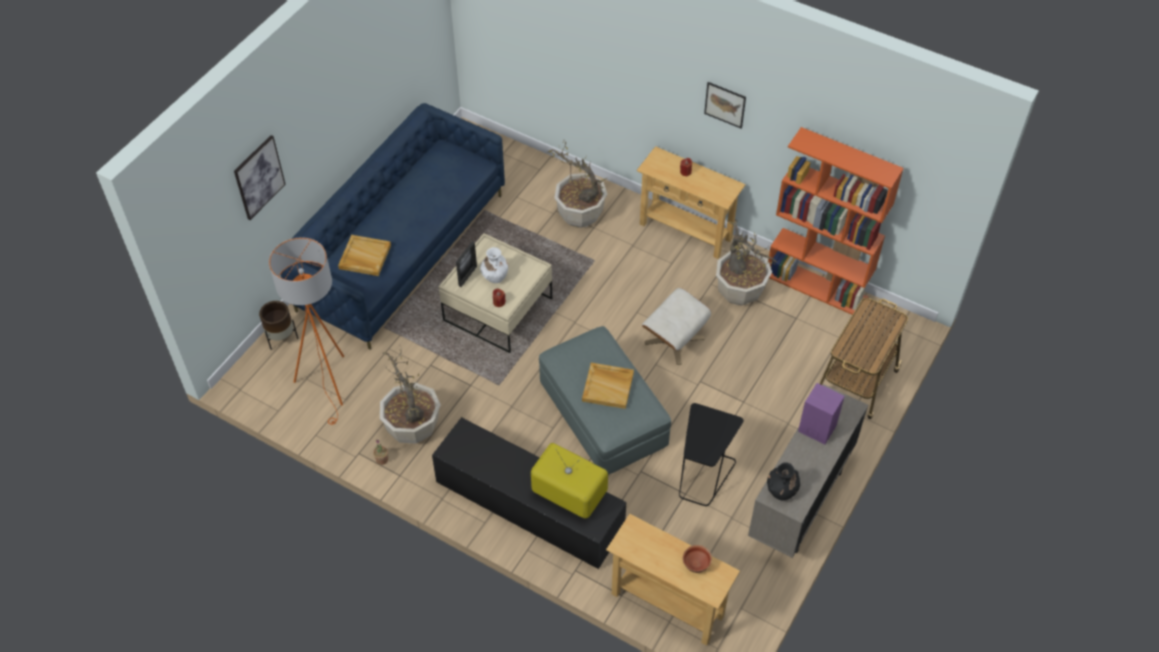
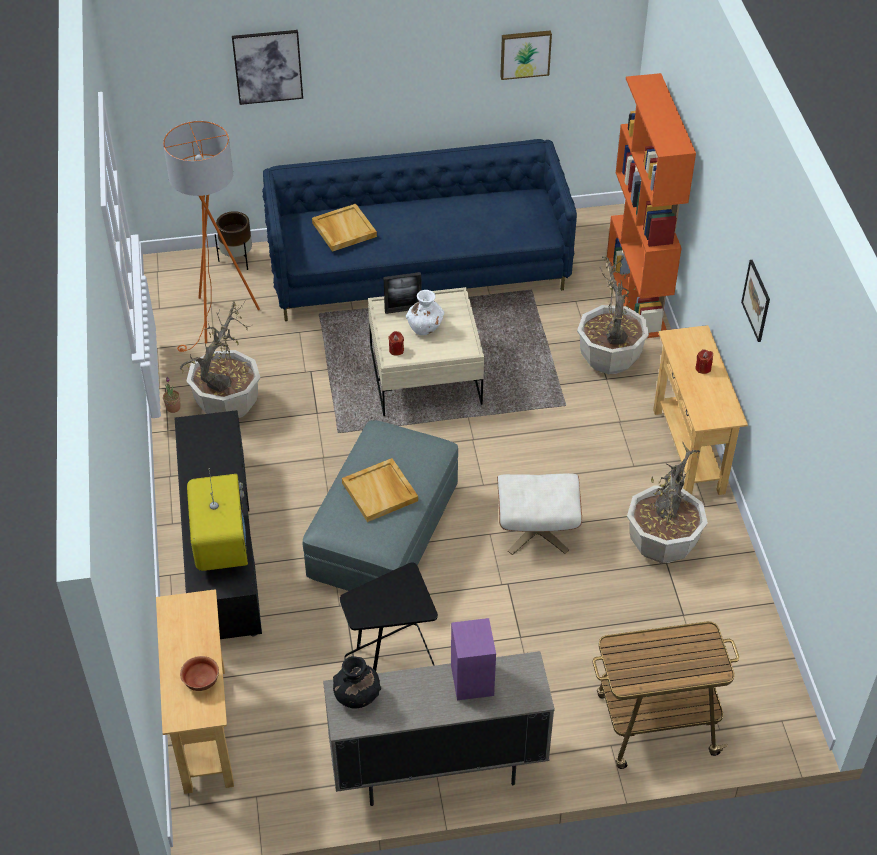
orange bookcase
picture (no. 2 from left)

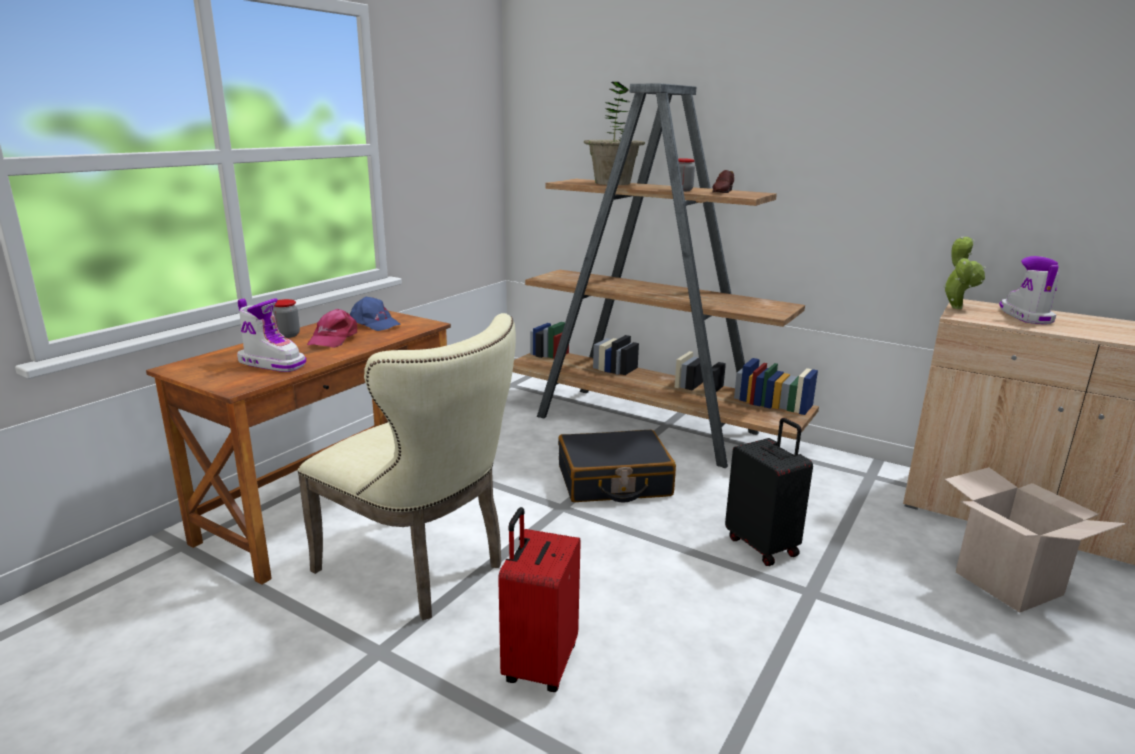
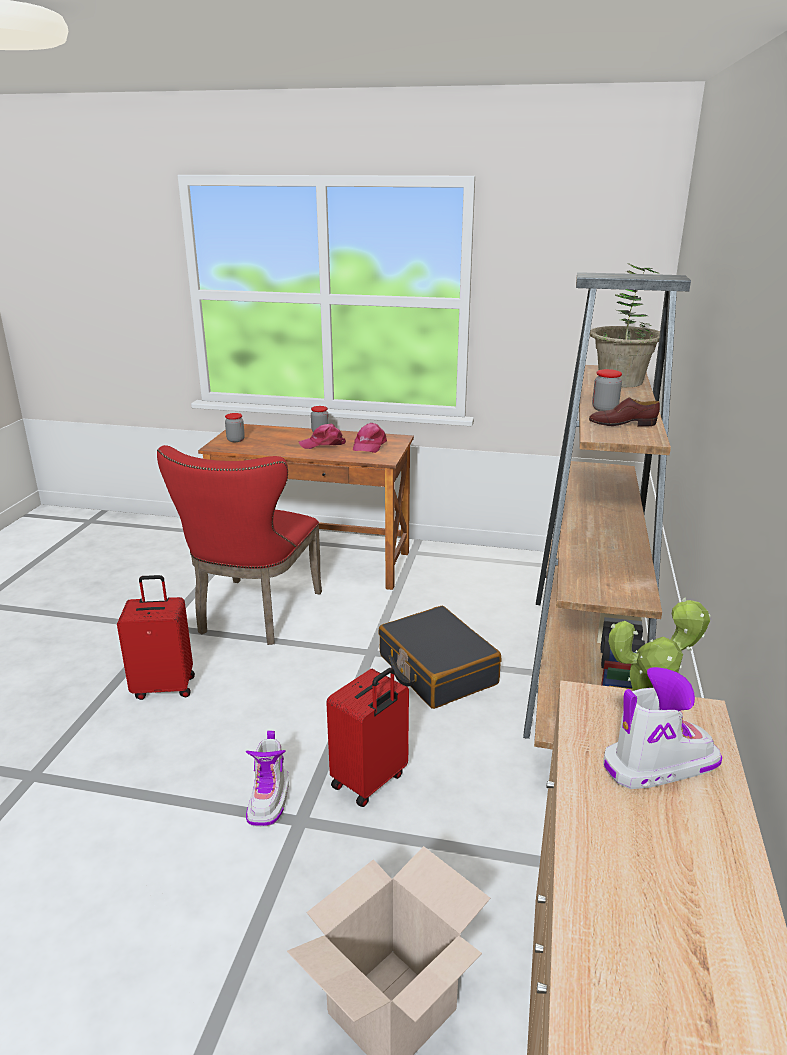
pink cap (no. 2 from left)
boot (no. 1 from left)
red chair
red suitcase (no. 2 from left)
jar (no. 1 from left)

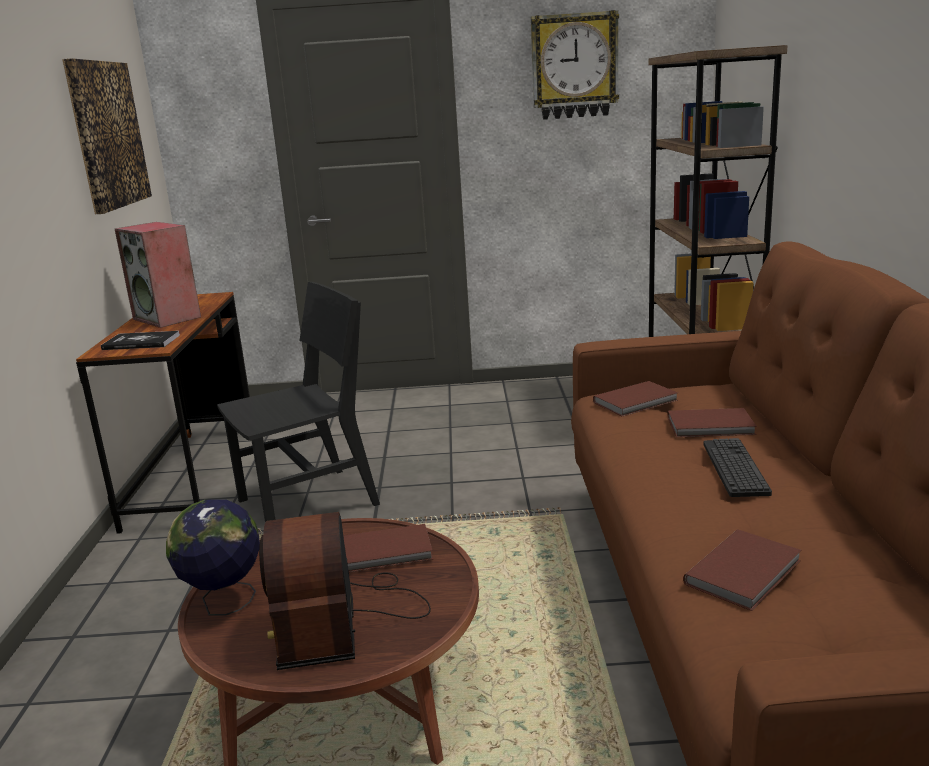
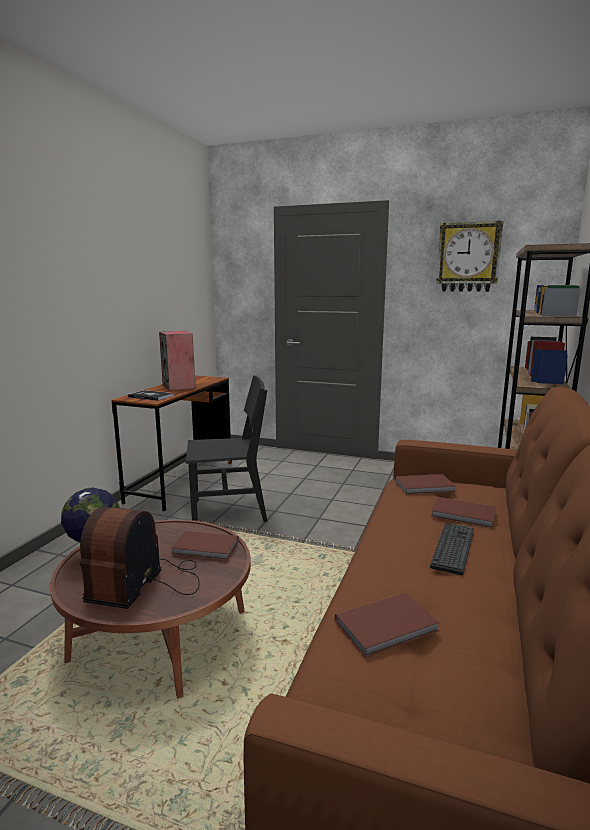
picture

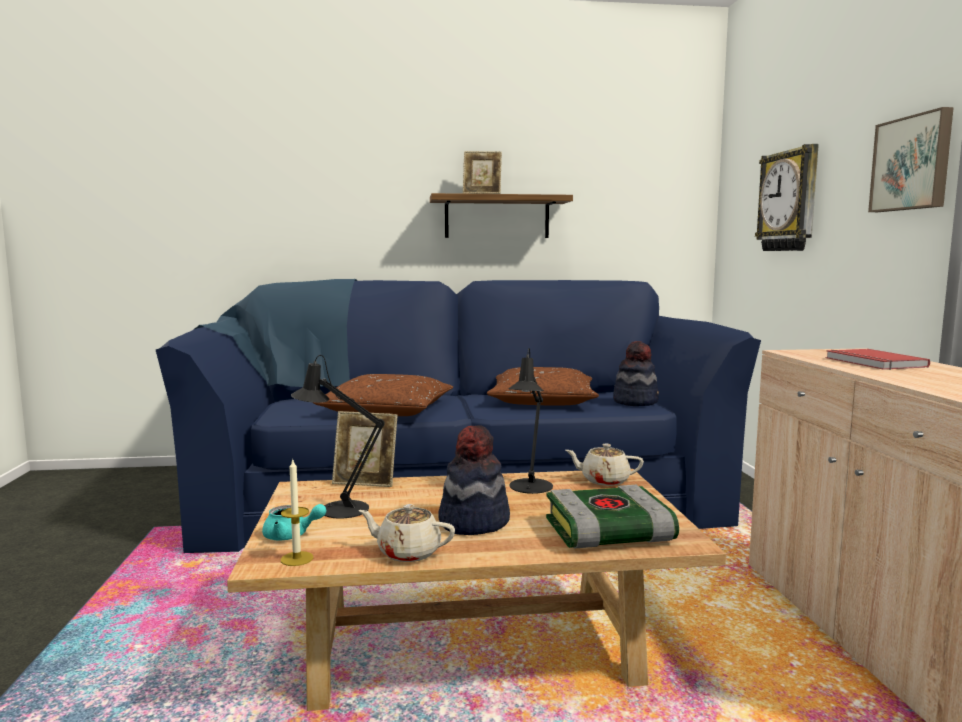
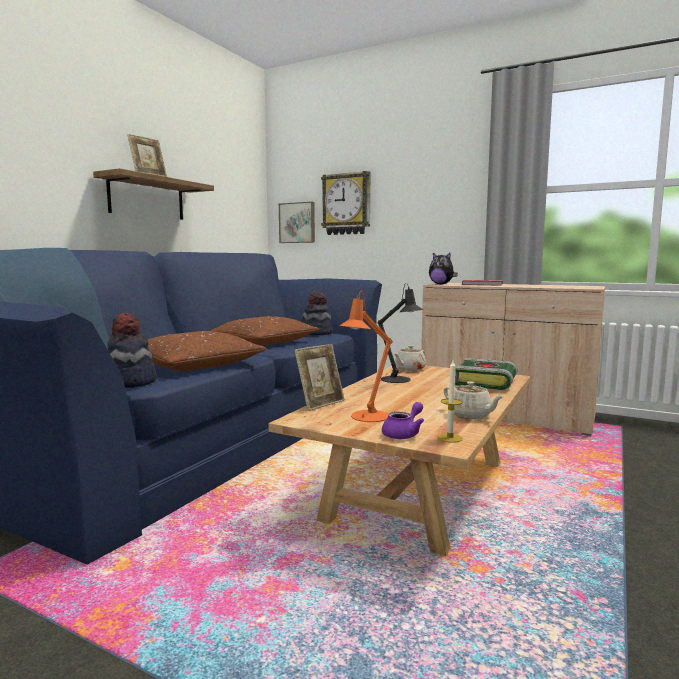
picture
orange table lamp
hat (no. 1 from left)
purple teapot
beige teapot (no. 2 from left)
plush toy

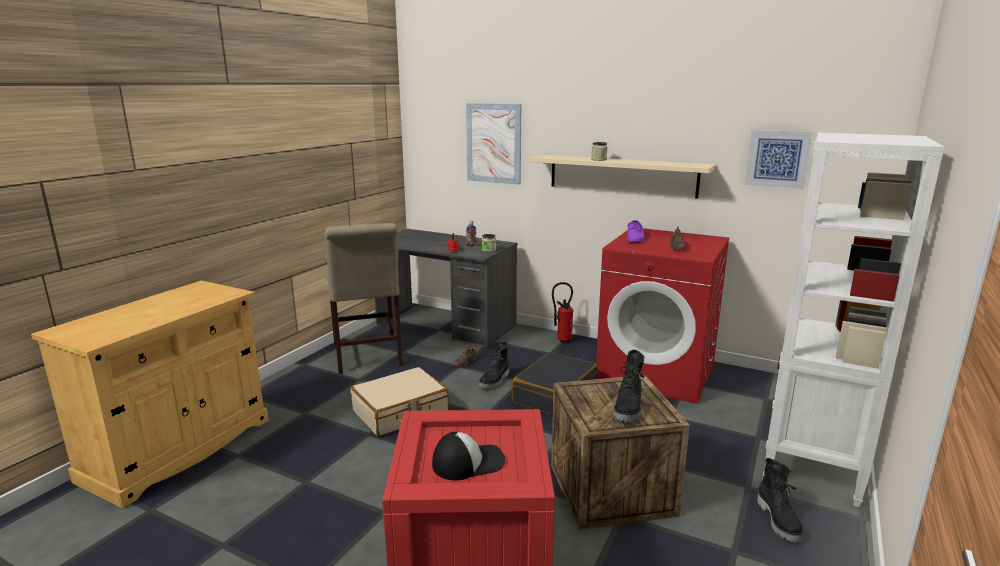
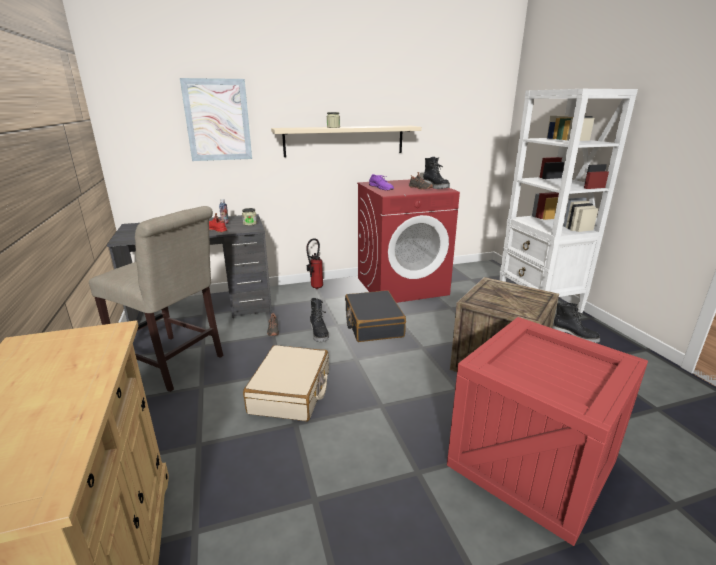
picture (no. 2 from left in the first image)
black boot (no. 2 from left)
cap

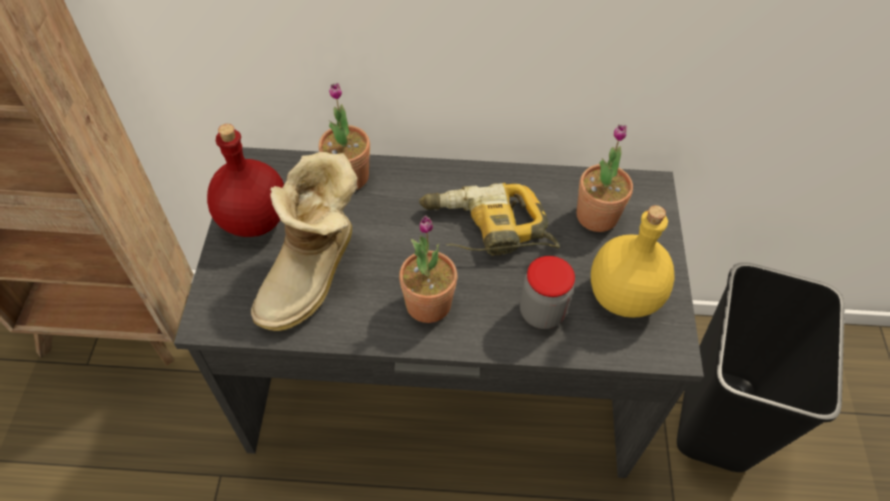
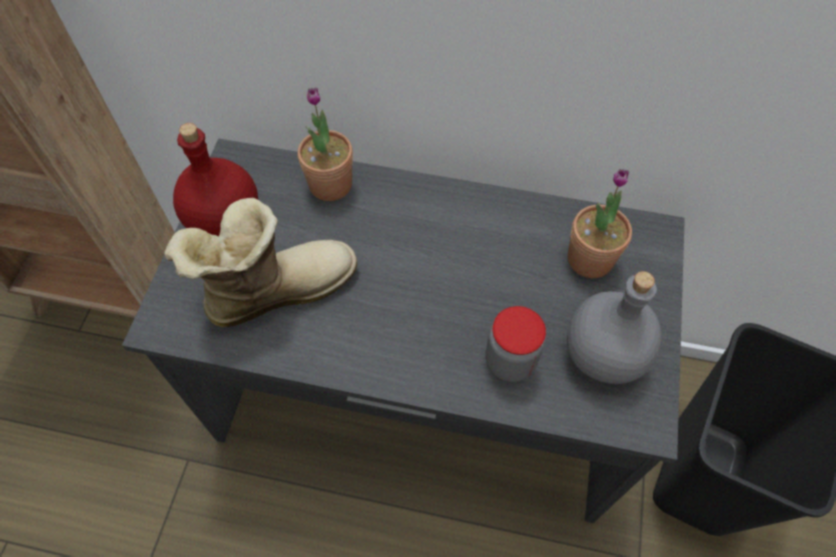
boot
power drill
grey bottle
potted plant (no. 2 from left in the first image)

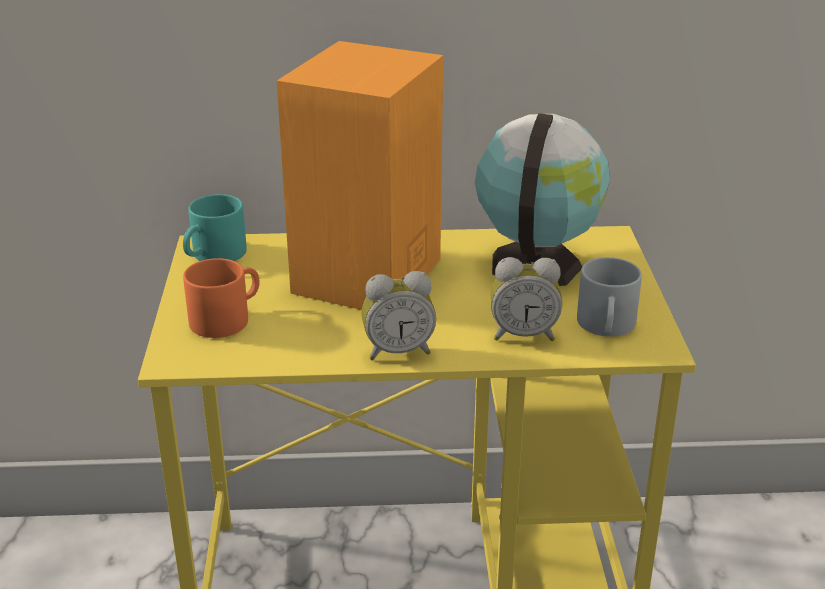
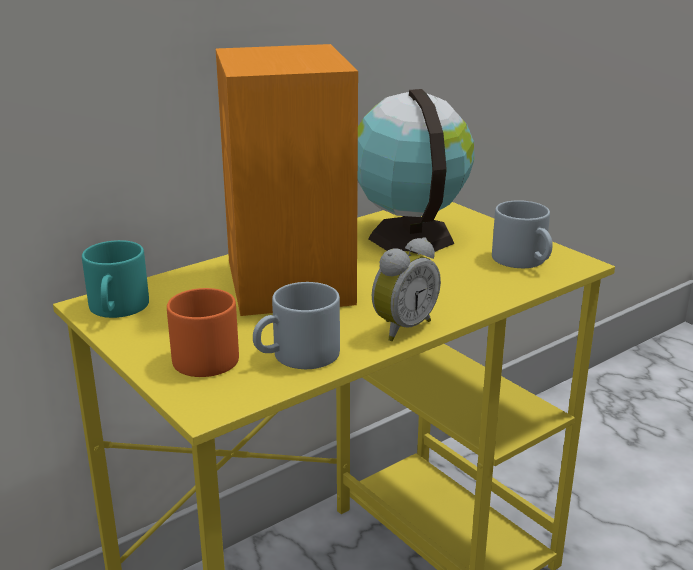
alarm clock (no. 2 from left in the first image)
grey mug (no. 1 from left)

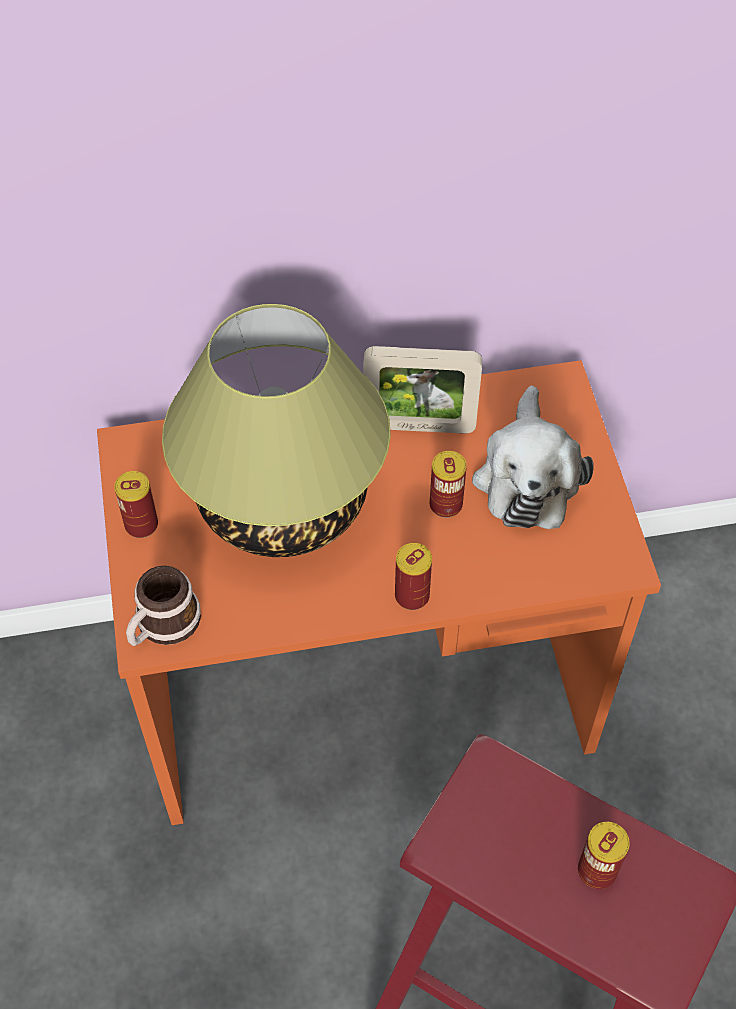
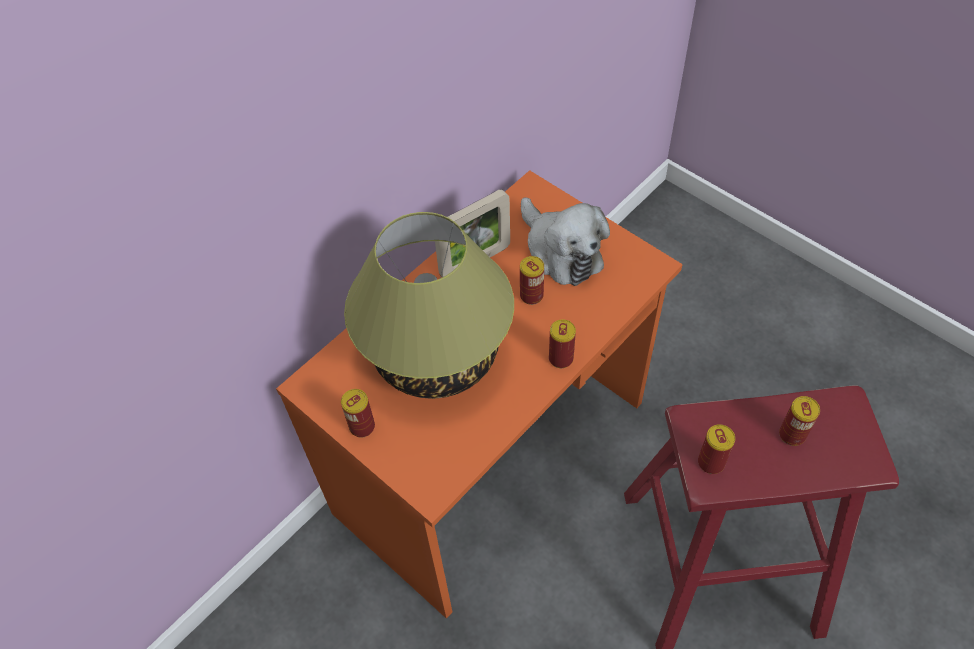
mug
can (no. 4 from left)

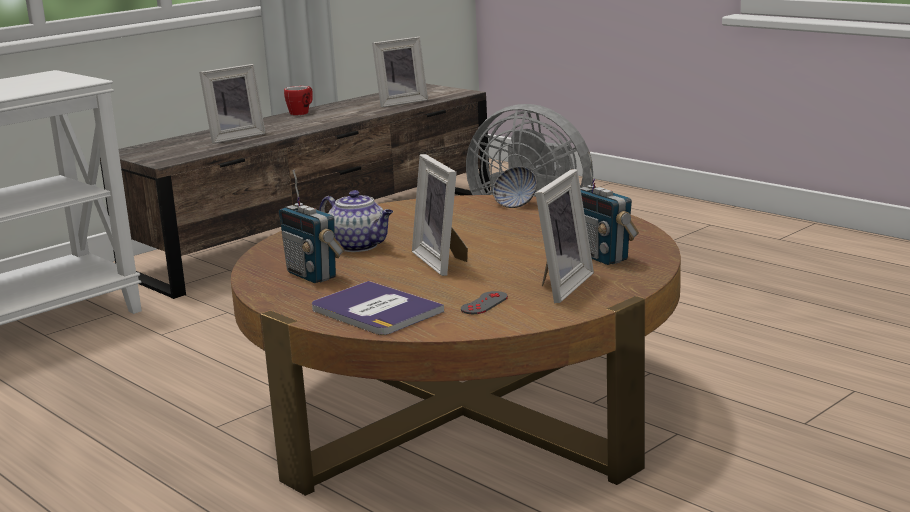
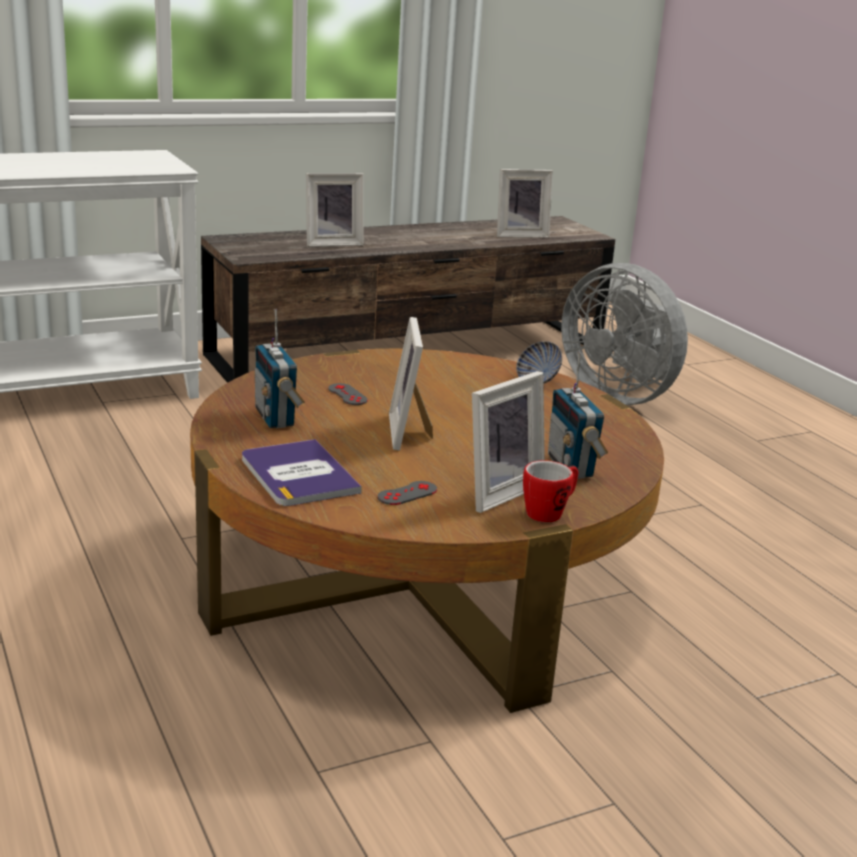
mug
grey game controller (no. 1 from left)

